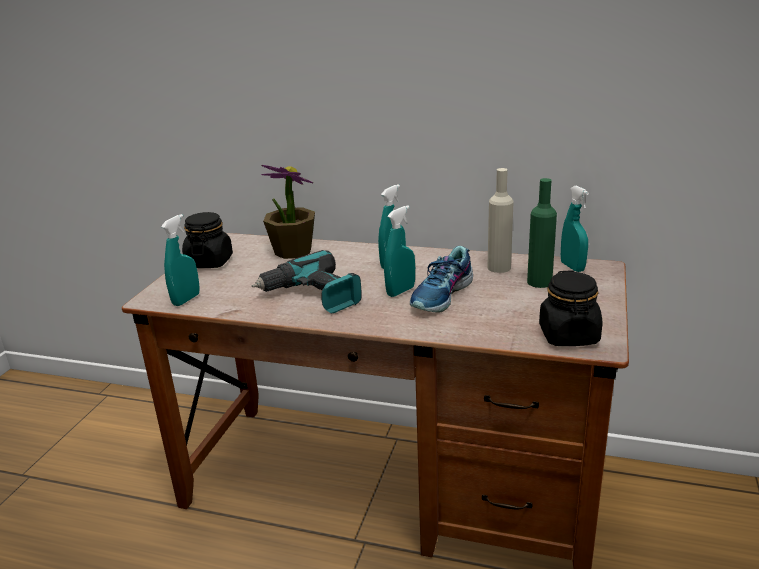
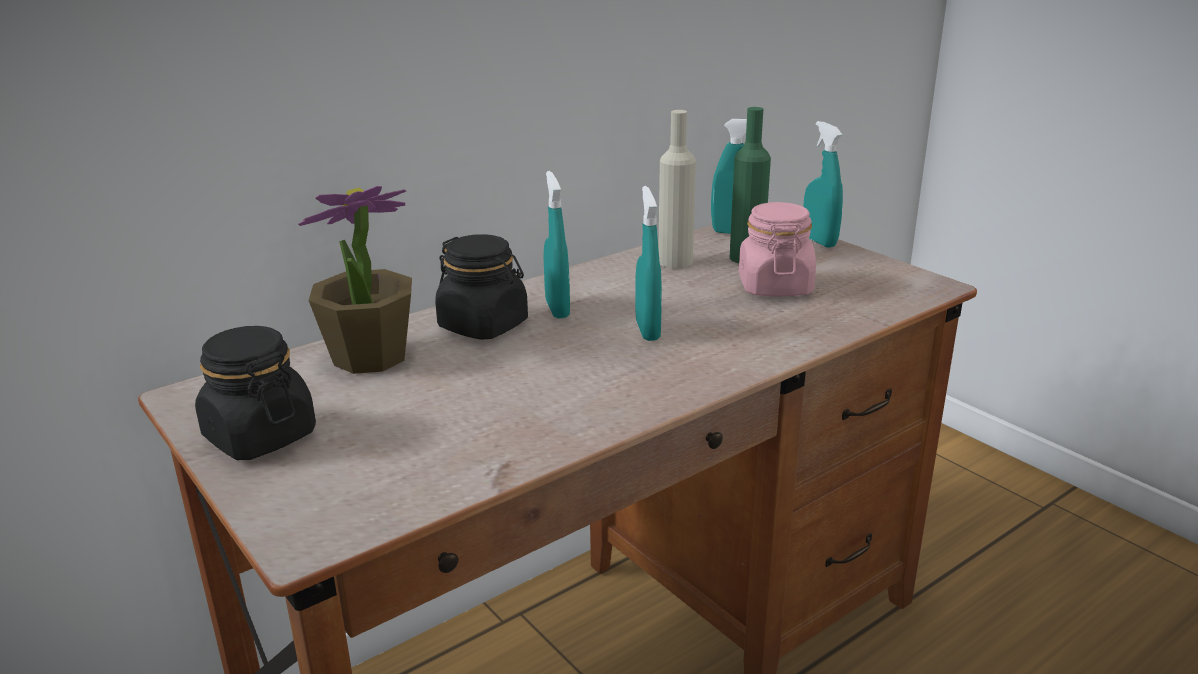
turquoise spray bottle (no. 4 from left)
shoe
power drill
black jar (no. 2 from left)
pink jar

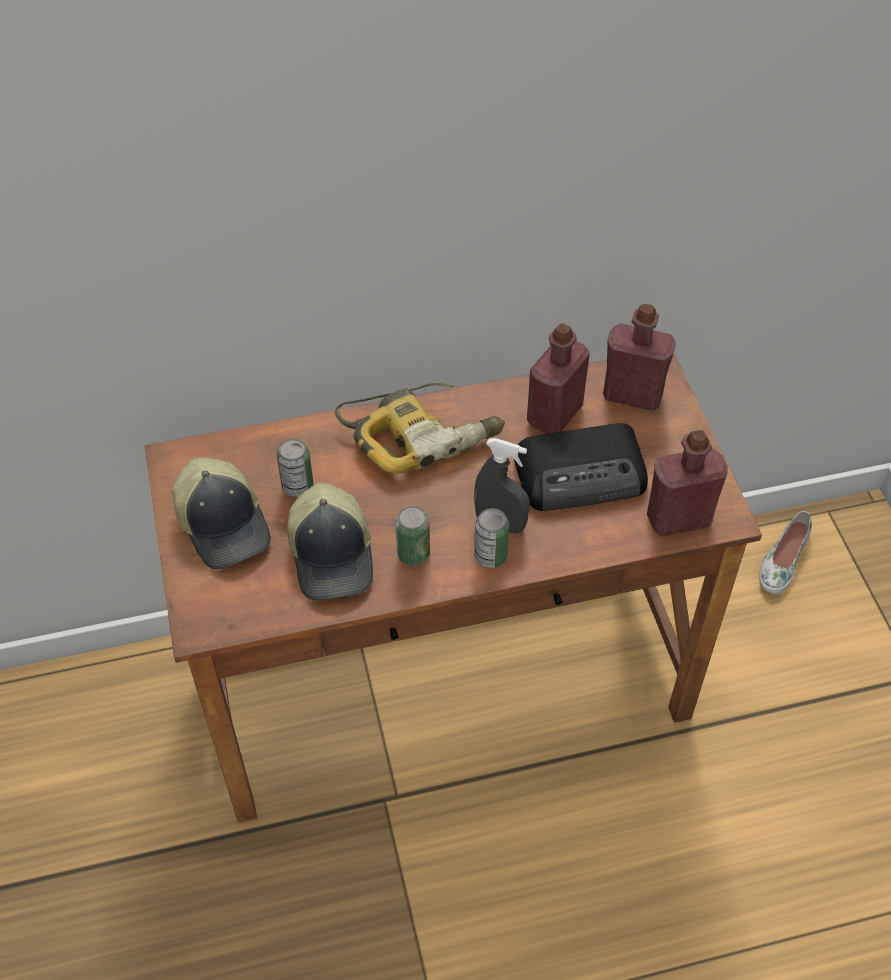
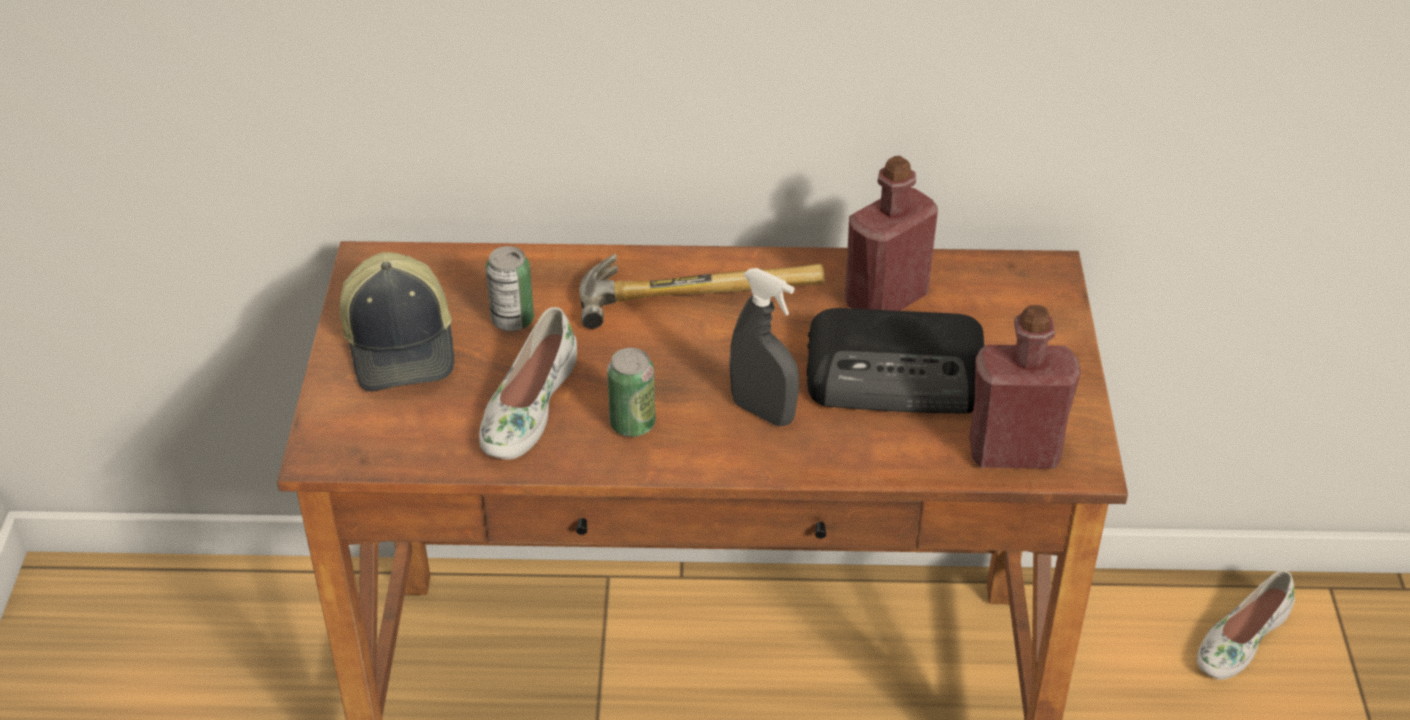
red bottle (no. 2 from left in the first image)
hammer
white shoe (no. 1 from left)
can (no. 3 from left in the first image)

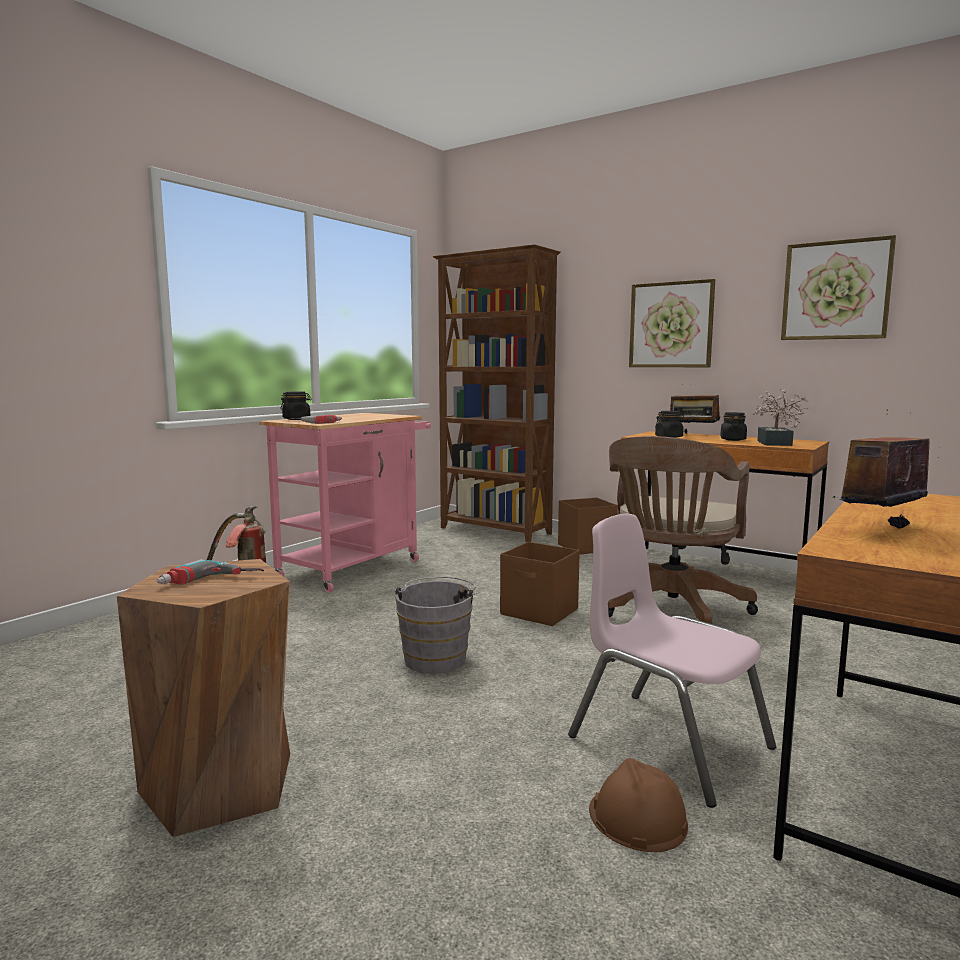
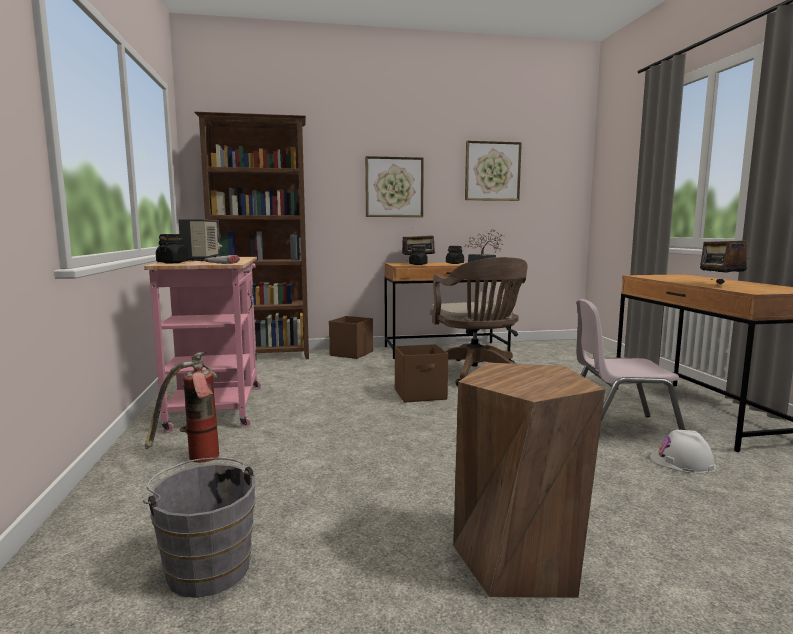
power drill (no. 1 from left in the first image)
grey bucket
white hard hat
radio (no. 1 from left)

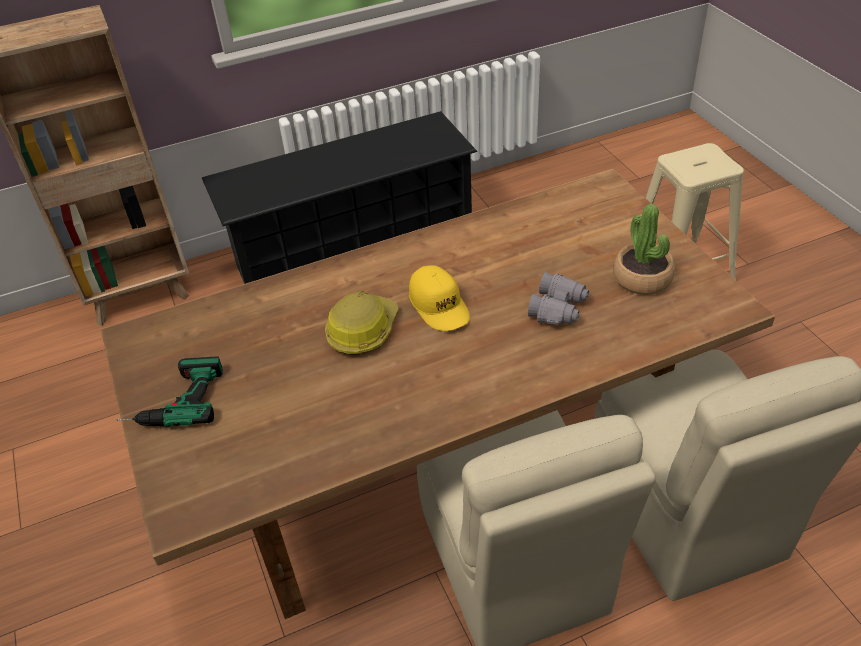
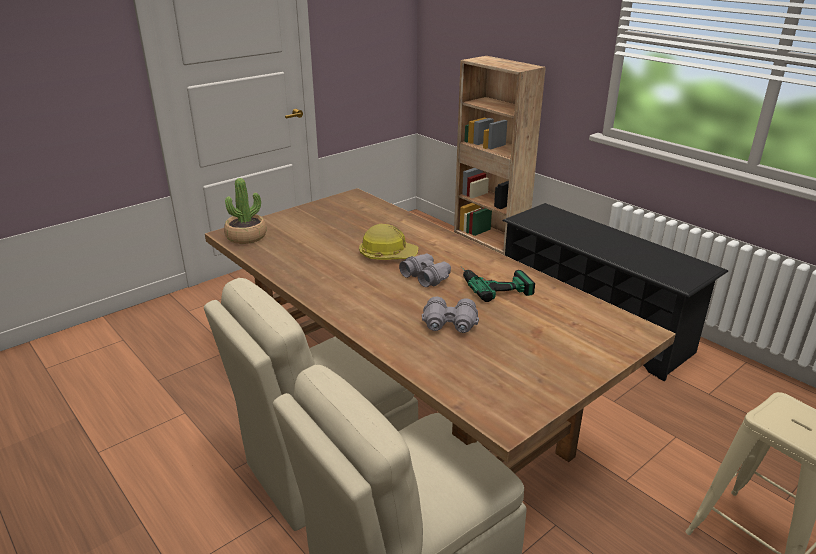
potted plant
grey binoculars (no. 1 from left)
power drill

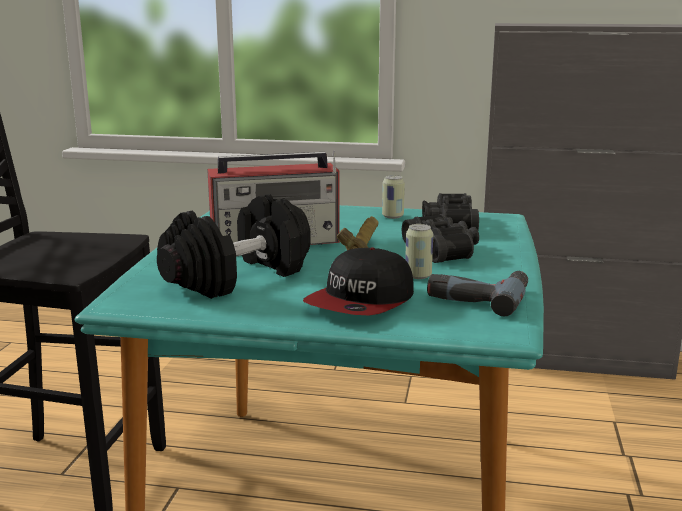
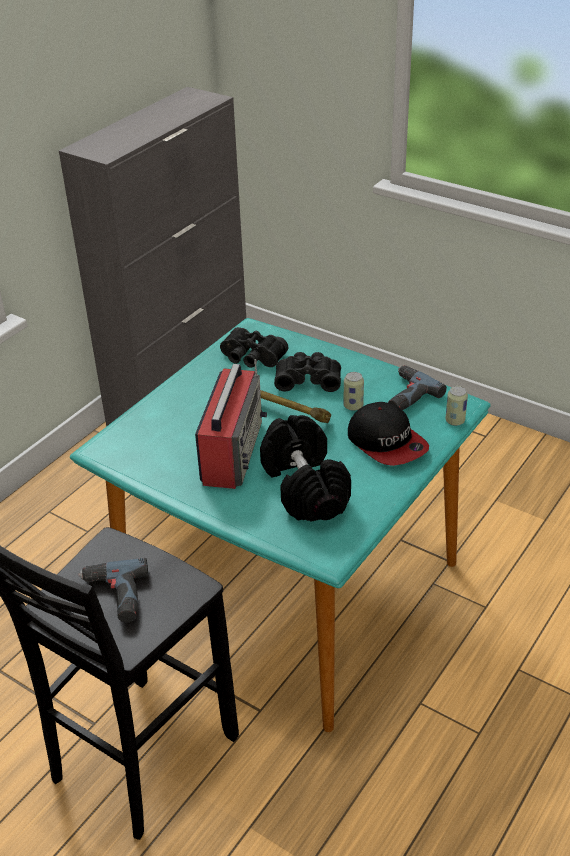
can (no. 2 from left)
power drill (no. 1 from left)

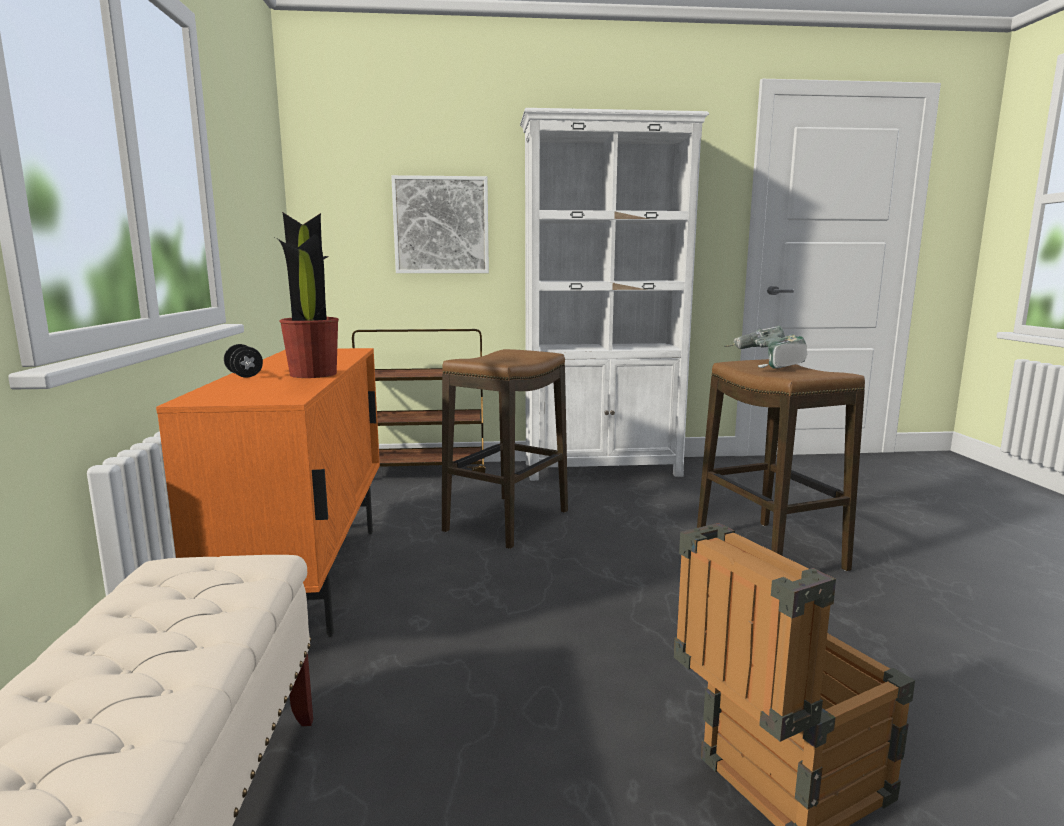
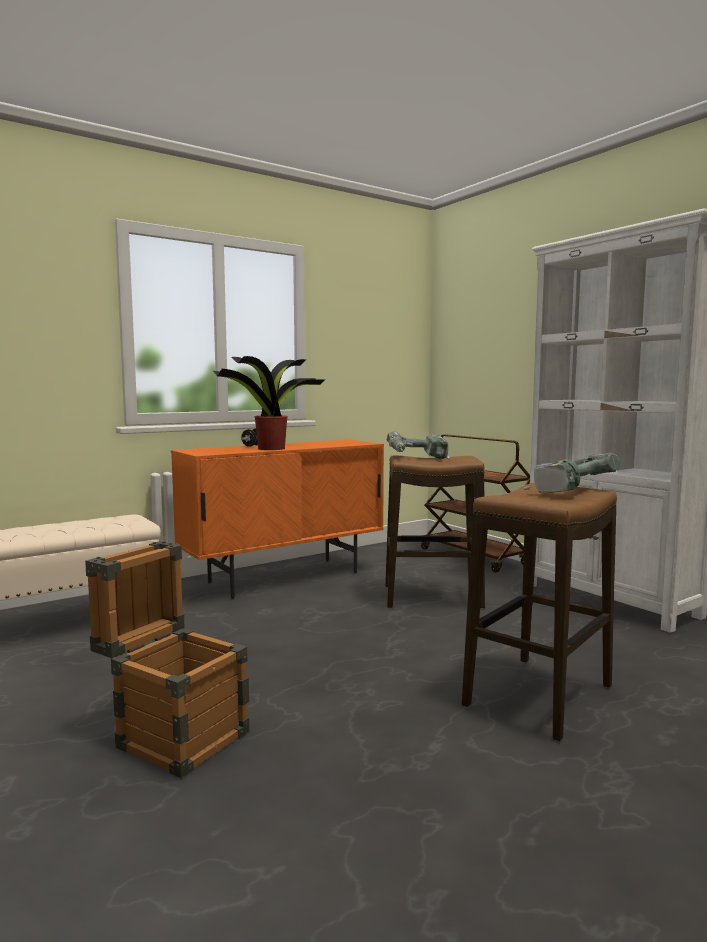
picture
power drill (no. 1 from left)

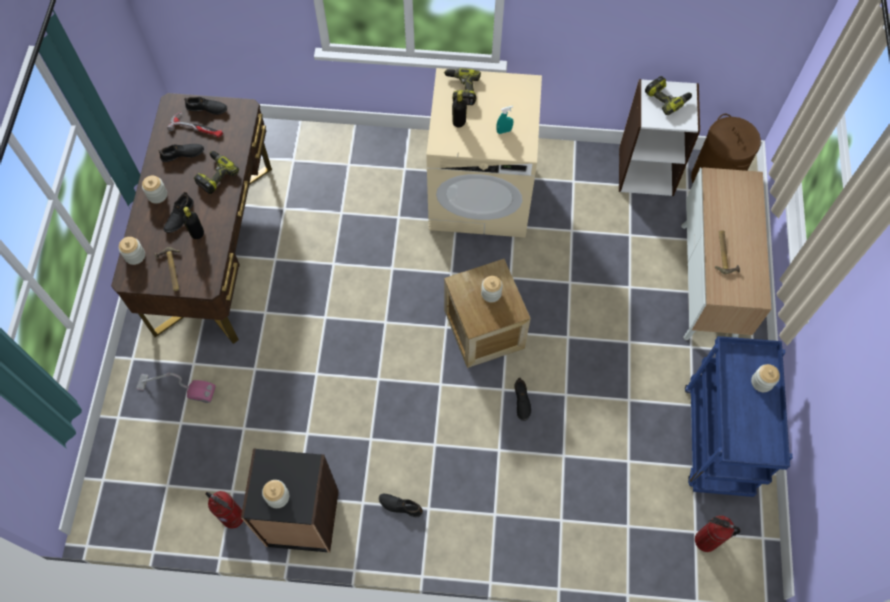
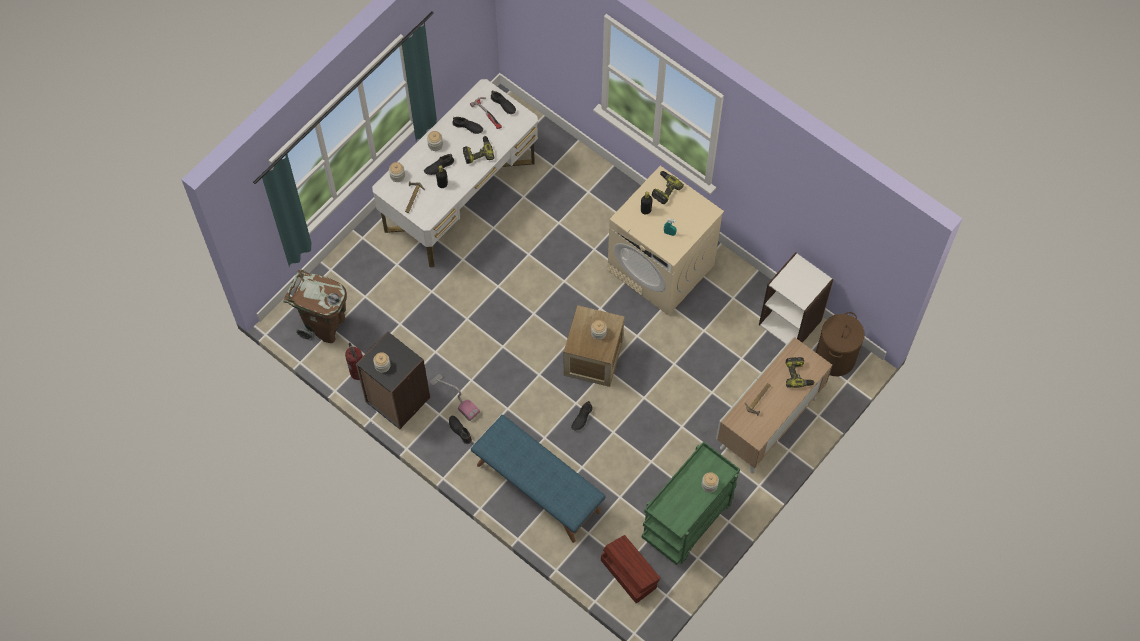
power drill (no. 3 from left)
white desk
green cart
vacuum cleaner
brown storage box
brown trash can
blue bench

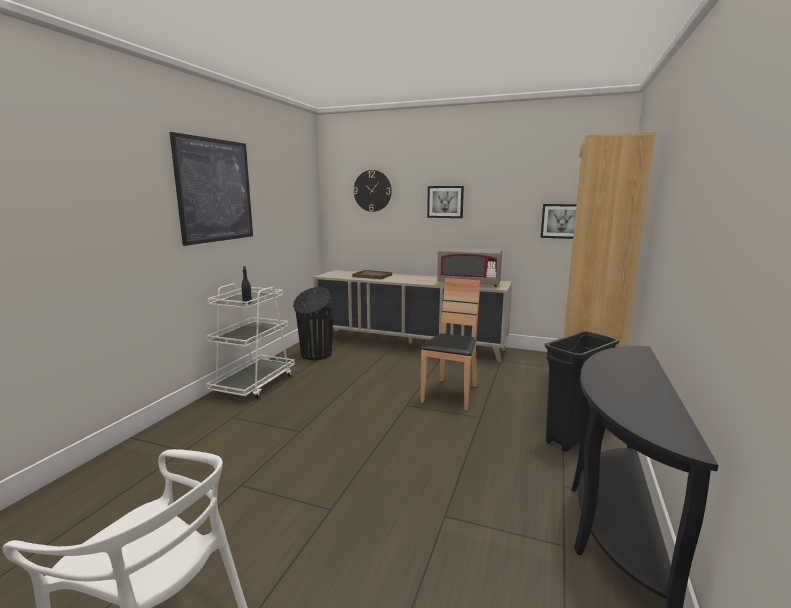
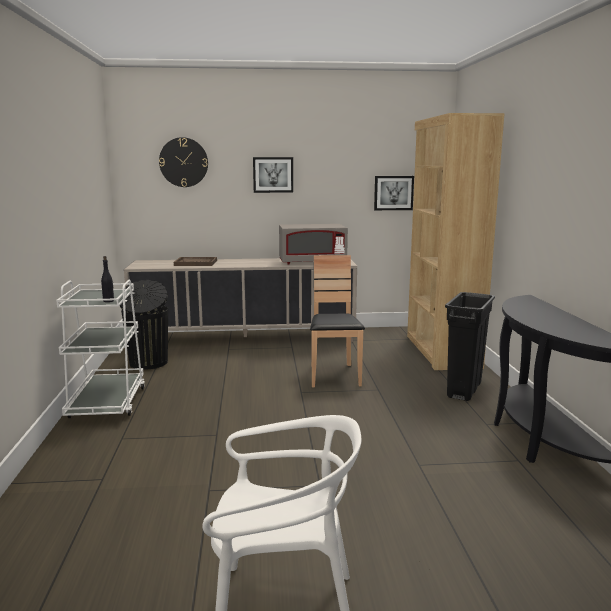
picture (no. 1 from left in the first image)

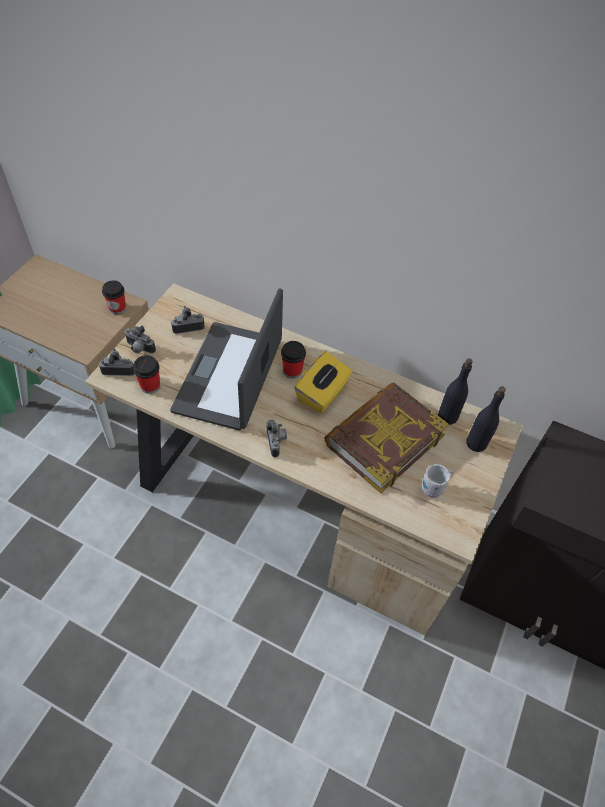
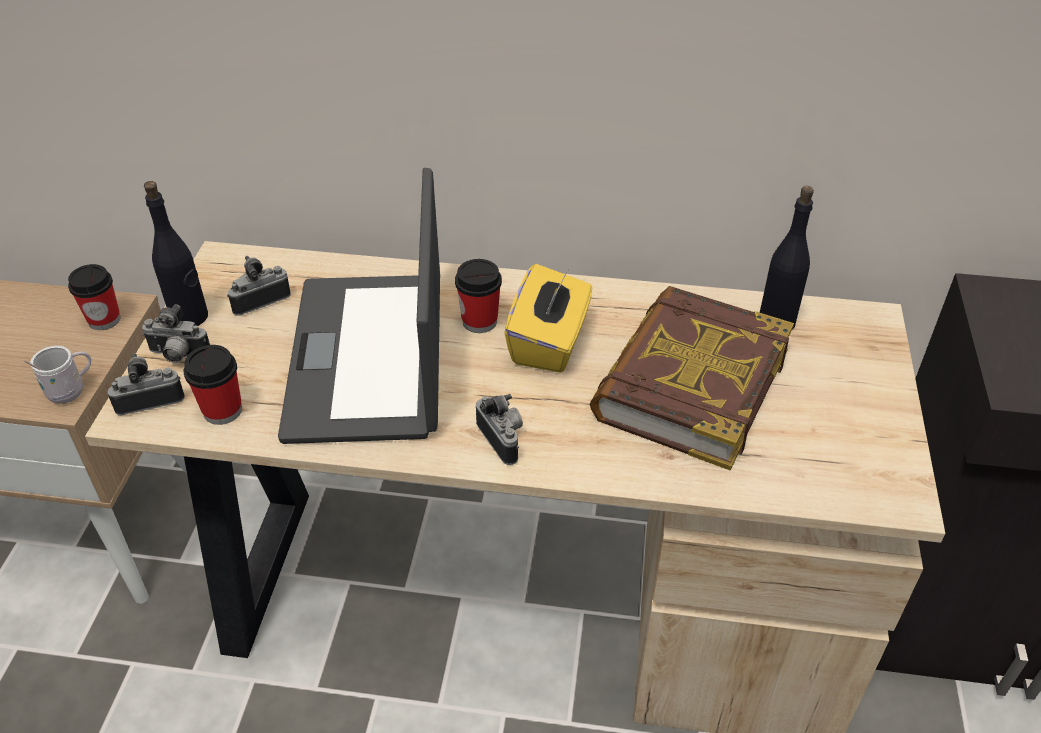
black bottle (no. 1 from left)
white mug

